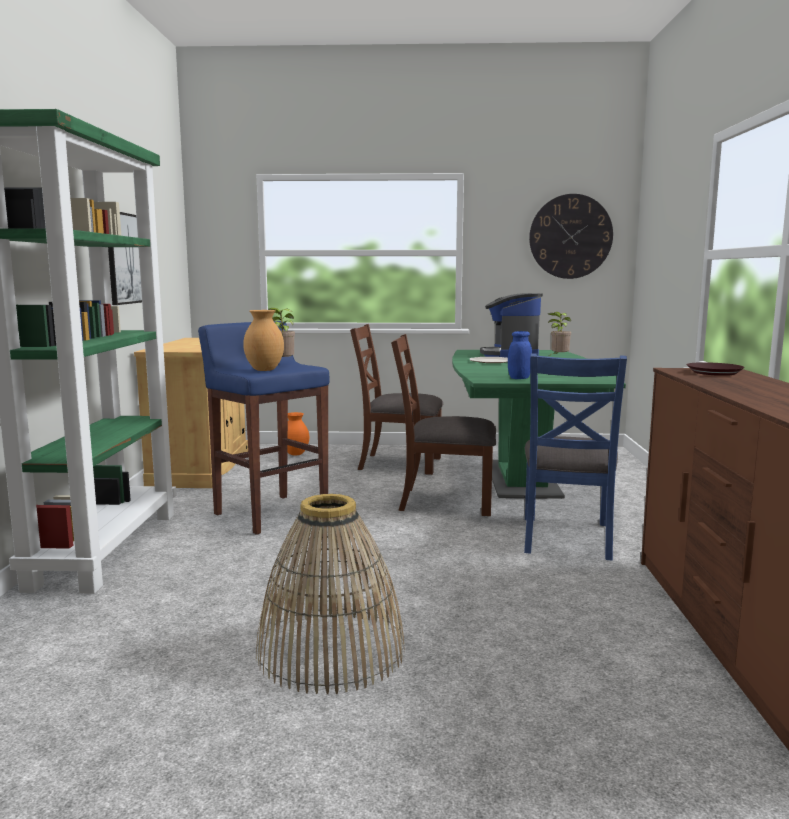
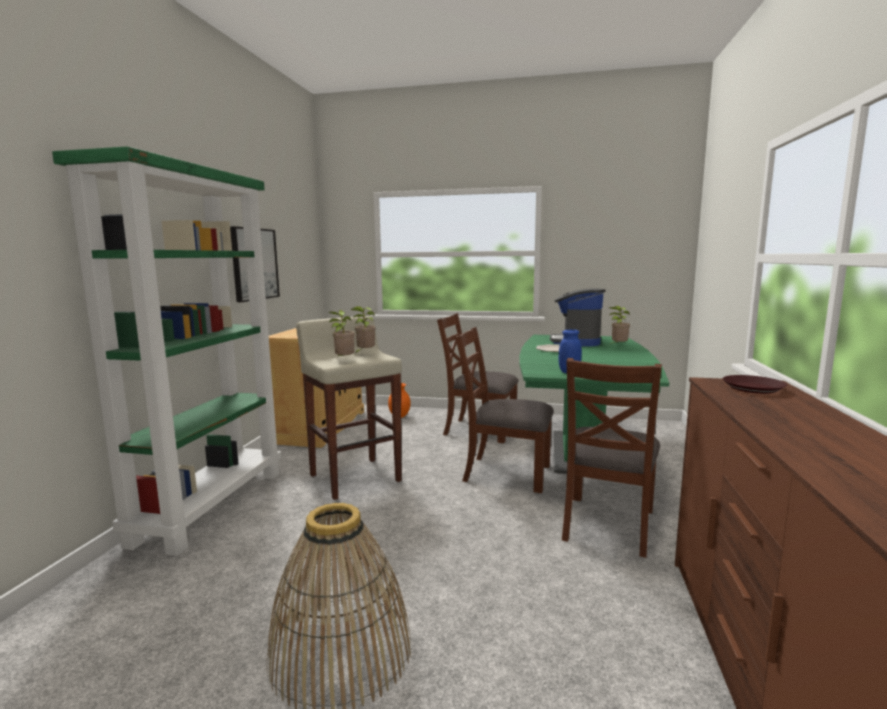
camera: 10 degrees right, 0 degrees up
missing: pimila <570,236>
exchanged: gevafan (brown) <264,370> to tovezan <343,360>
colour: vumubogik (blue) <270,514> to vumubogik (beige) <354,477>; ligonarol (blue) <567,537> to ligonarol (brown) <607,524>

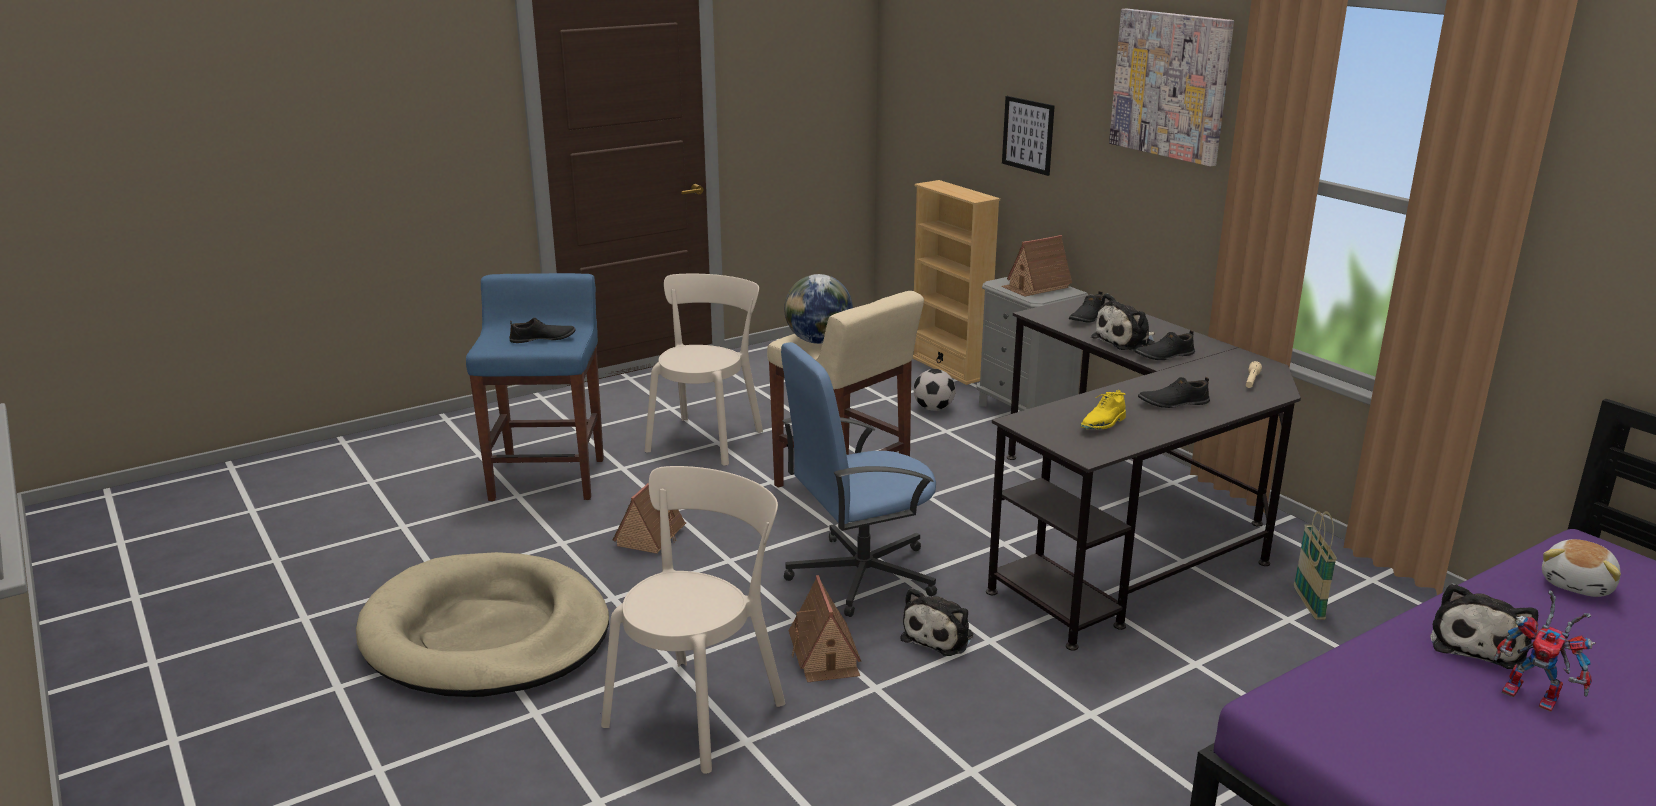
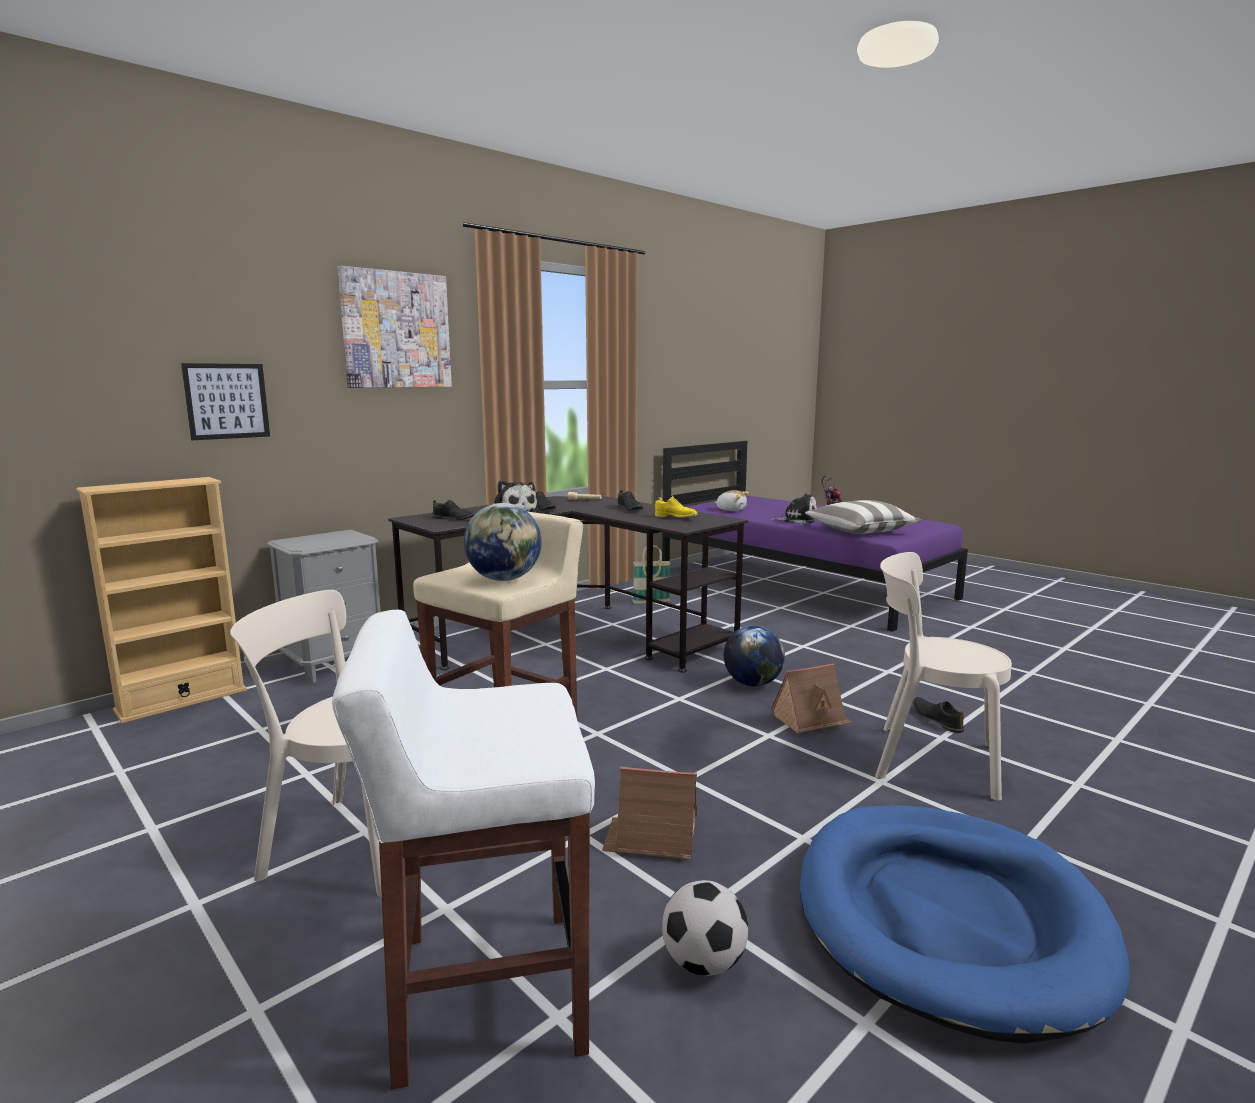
camera: 100 degrees left, 10 degrees down
missing: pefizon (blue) <860,575>; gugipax <1036,287>
appeared: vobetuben <860,531>
relocated: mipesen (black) <543,339> to <936,719>; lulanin <933,408> to <703,963>
exchanged: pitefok <940,636> to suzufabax <752,684>
colour: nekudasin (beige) <486,634> to nekudasin (blue) <948,918>; vumubogik (blue) <548,478> to vumubogik (white) <485,992>

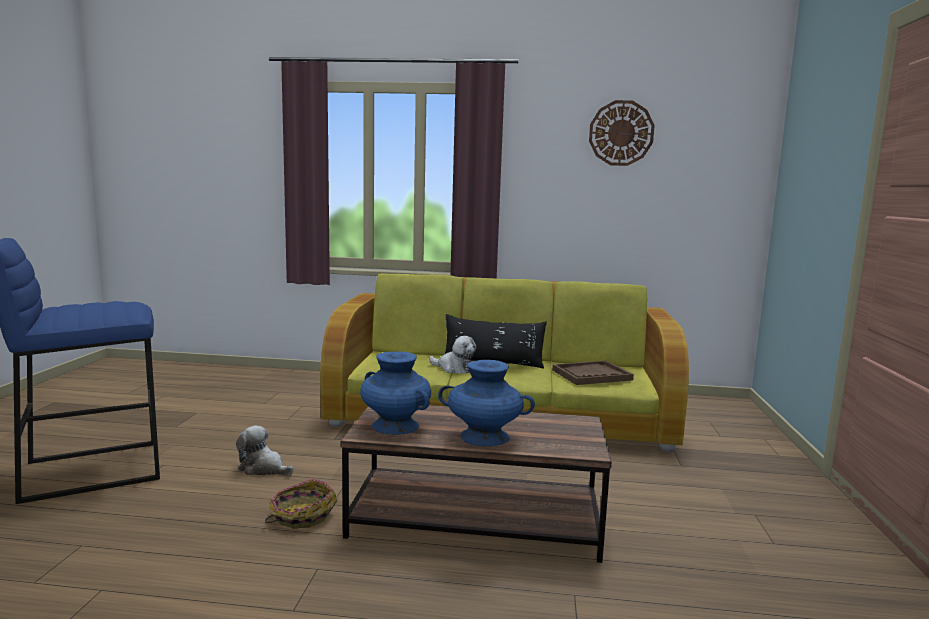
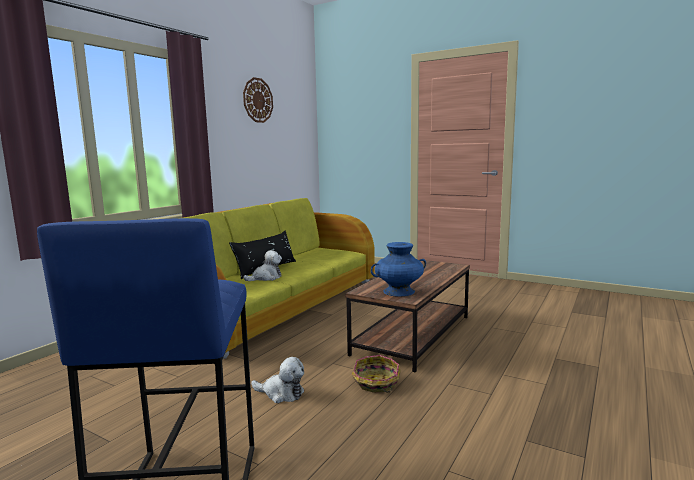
camera: 65 degrees left, 0 degrees up
missing: gevafan (blue) <484,437>; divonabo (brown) <591,375>
spun: pitefok <263,468> = <281,393> 120 degrees counterclockwise

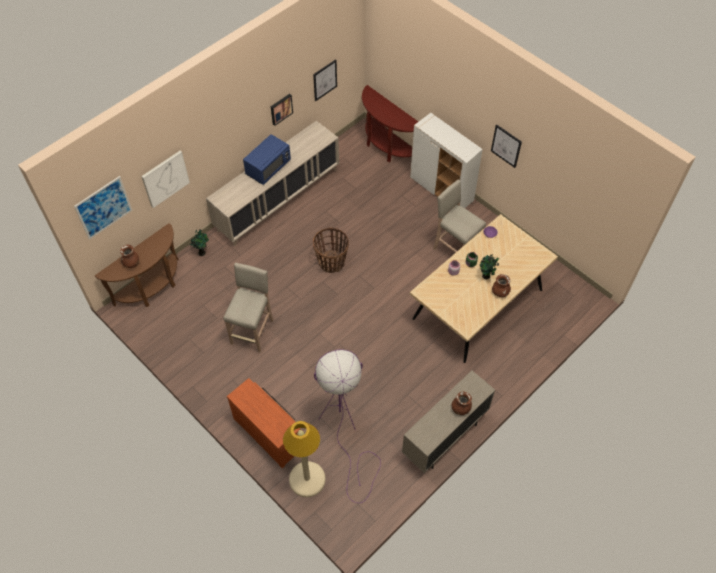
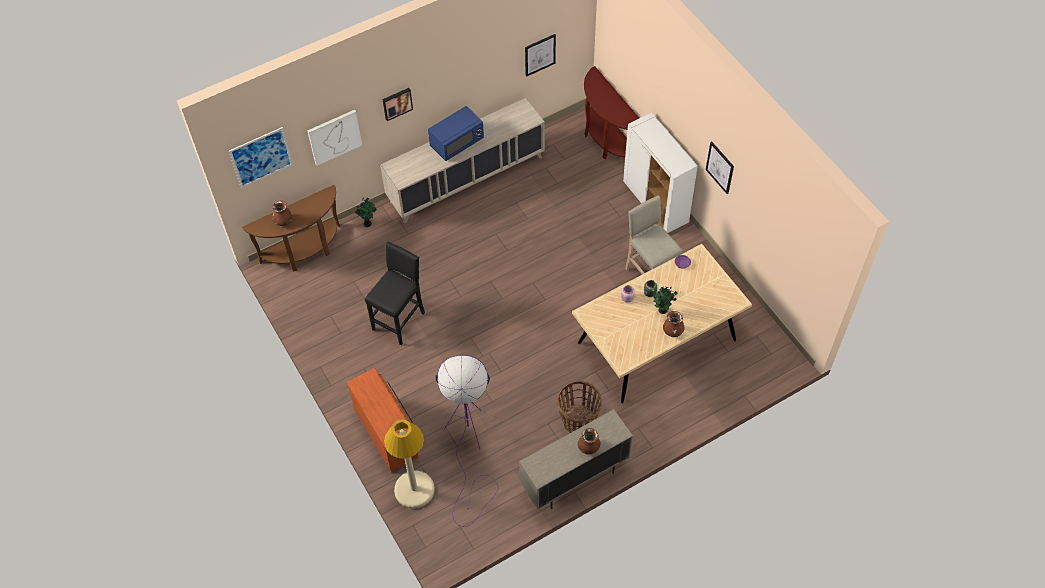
camera: 15 degrees right, 0 degrees up
relocated: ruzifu <281,109> to <397,103>; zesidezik <331,262> to <578,420>
colour: vumubogik (beige) <253,331> to vumubogik (black) <400,320>

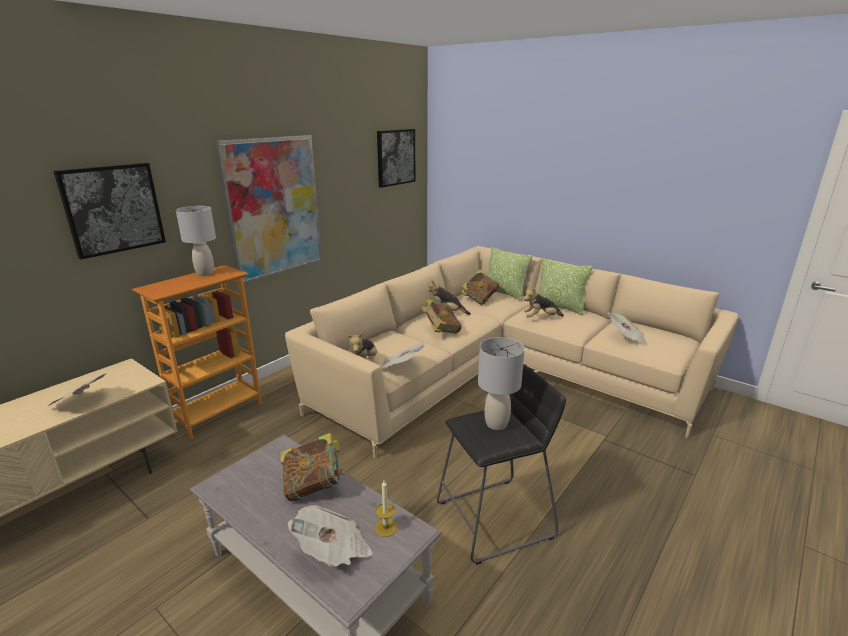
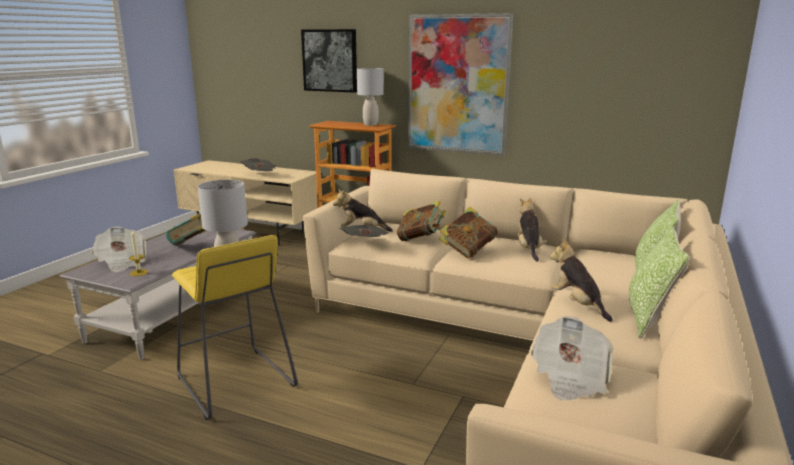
camera: 75 degrees right, 5 degrees down
missing: ruzifu <395,157>
relocated: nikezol <479,299> to <421,239>
colour: vumubogik (black) <494,519> to vumubogik (yellow) <235,382>

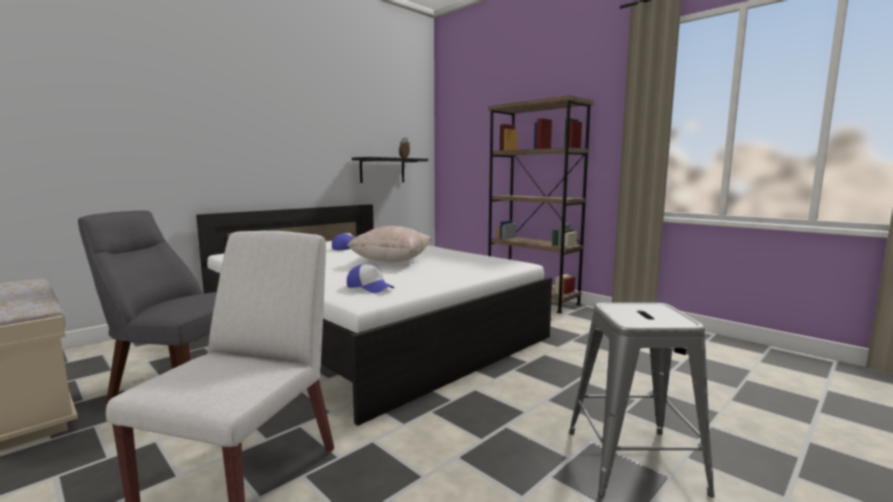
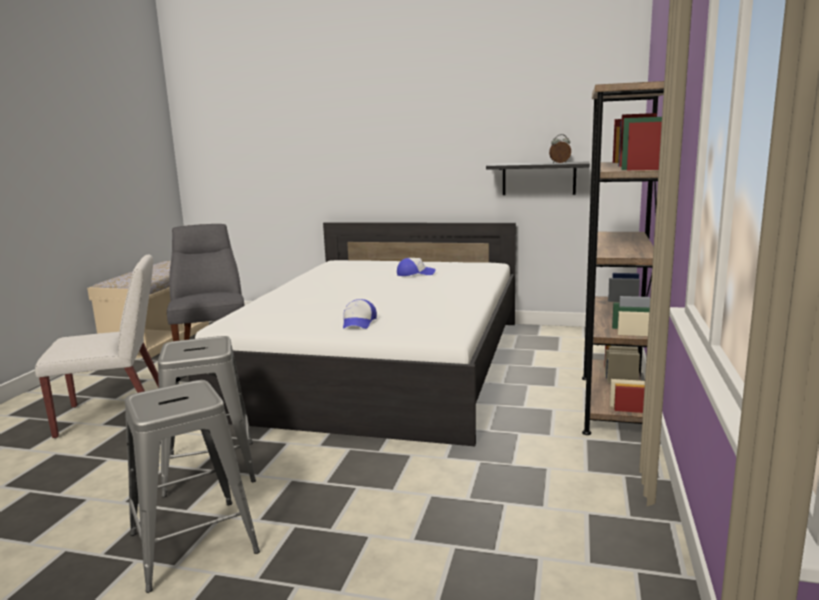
camera: 60 degrees right, 5 degrees up
missing: vobetuben (beige) <391,262>
appeared: vumubogik (grey) <210,468>
relocated: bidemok <370,287> to <359,323>

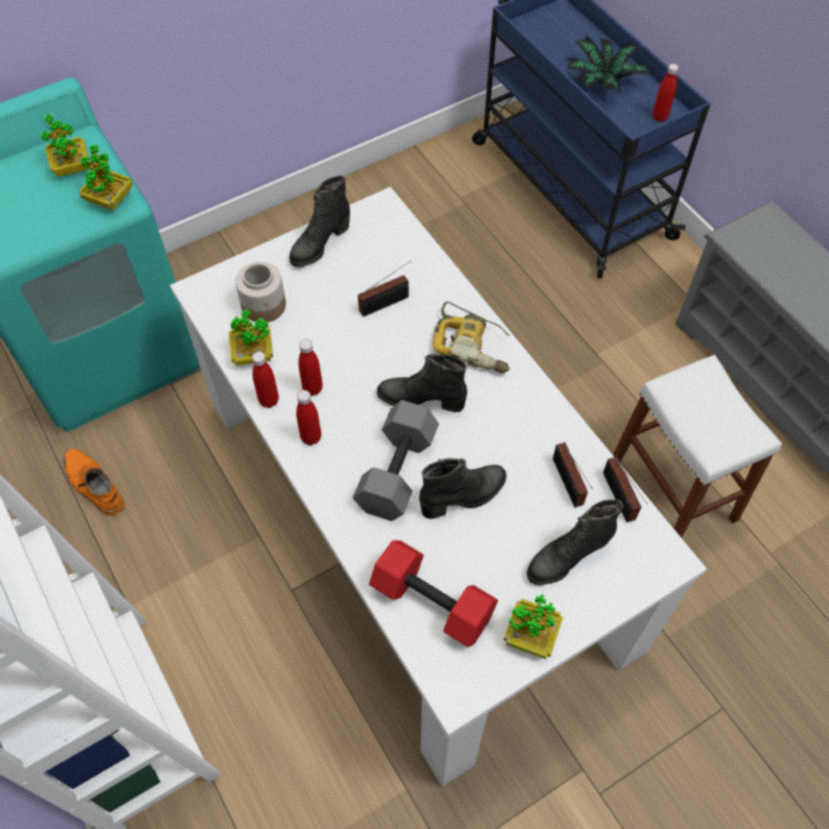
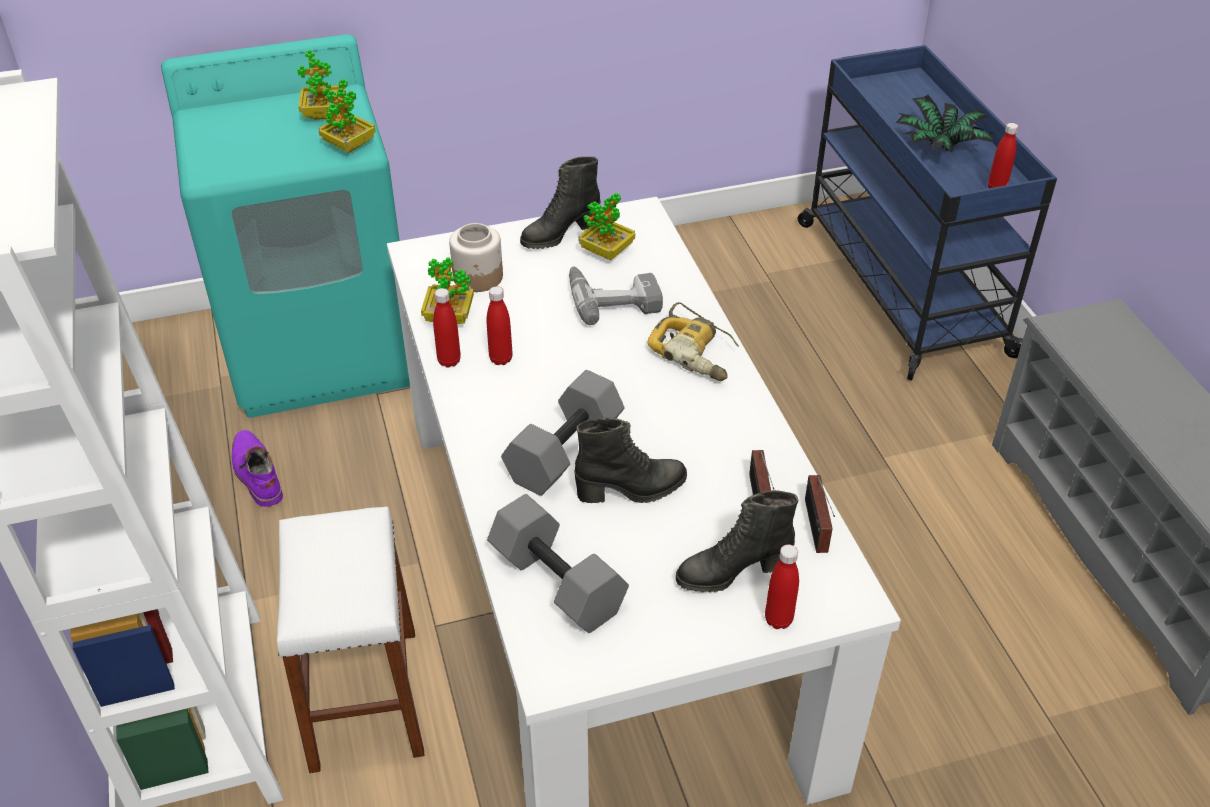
camera: 15 degrees right, 15 degrees down
missing: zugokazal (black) <421,399>
relocated: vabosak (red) <311,437> to <778,620>; tovezan <531,635> to <606,252>; vumubogik (white) <673,490> to <364,699>
exchanged: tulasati <387,303> to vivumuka <612,297>
colour: zugokazal (orange) <94,485> to zugokazal (purple) <256,474>; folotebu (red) <434,601> to folotebu (grey) <560,582>

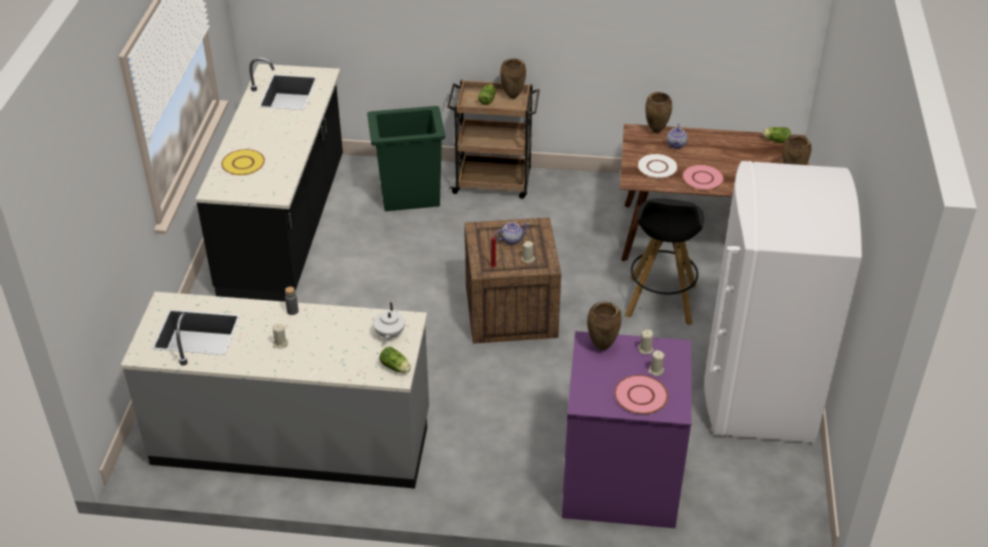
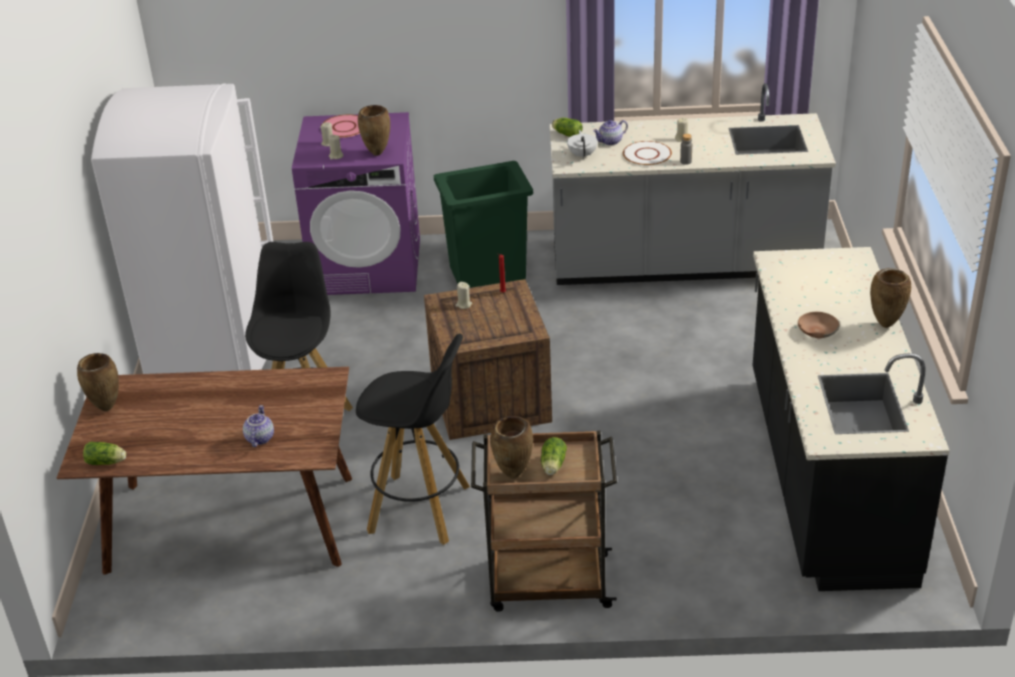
camera: 175 degrees right, 5 degrees down
missing: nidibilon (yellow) <243,163>; nidibilon (pink) <703,178>
appeared: vumubogik (black) <421,509>; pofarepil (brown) <816,330>
relocated: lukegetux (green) <409,196> to <488,274>; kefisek <511,239> to <610,142>; nidibilon (white) <657,167> to <646,154>; gevafan (brown) <655,131> to <886,324>

